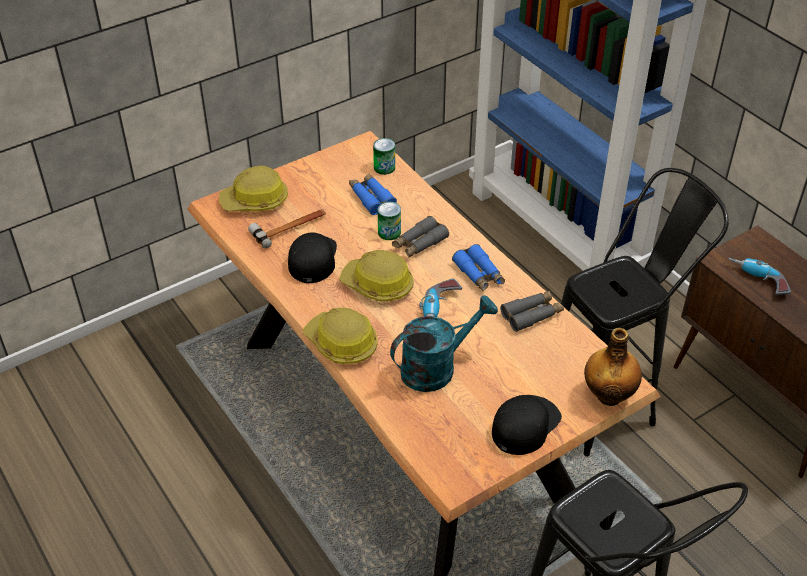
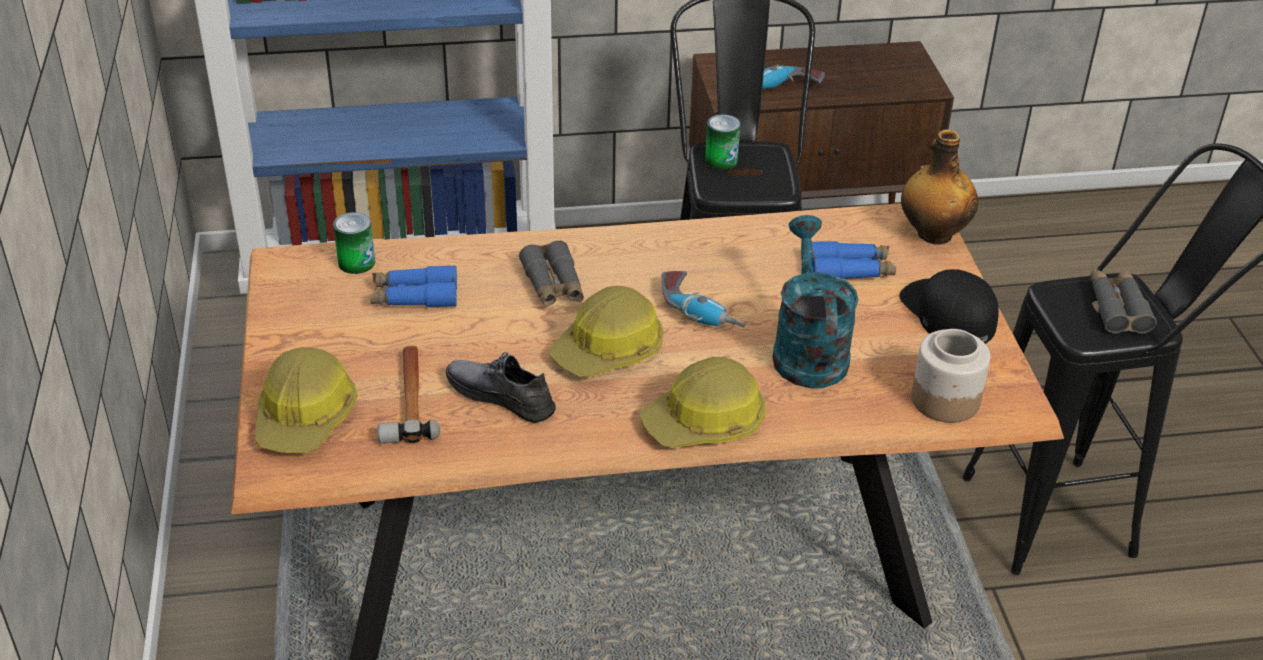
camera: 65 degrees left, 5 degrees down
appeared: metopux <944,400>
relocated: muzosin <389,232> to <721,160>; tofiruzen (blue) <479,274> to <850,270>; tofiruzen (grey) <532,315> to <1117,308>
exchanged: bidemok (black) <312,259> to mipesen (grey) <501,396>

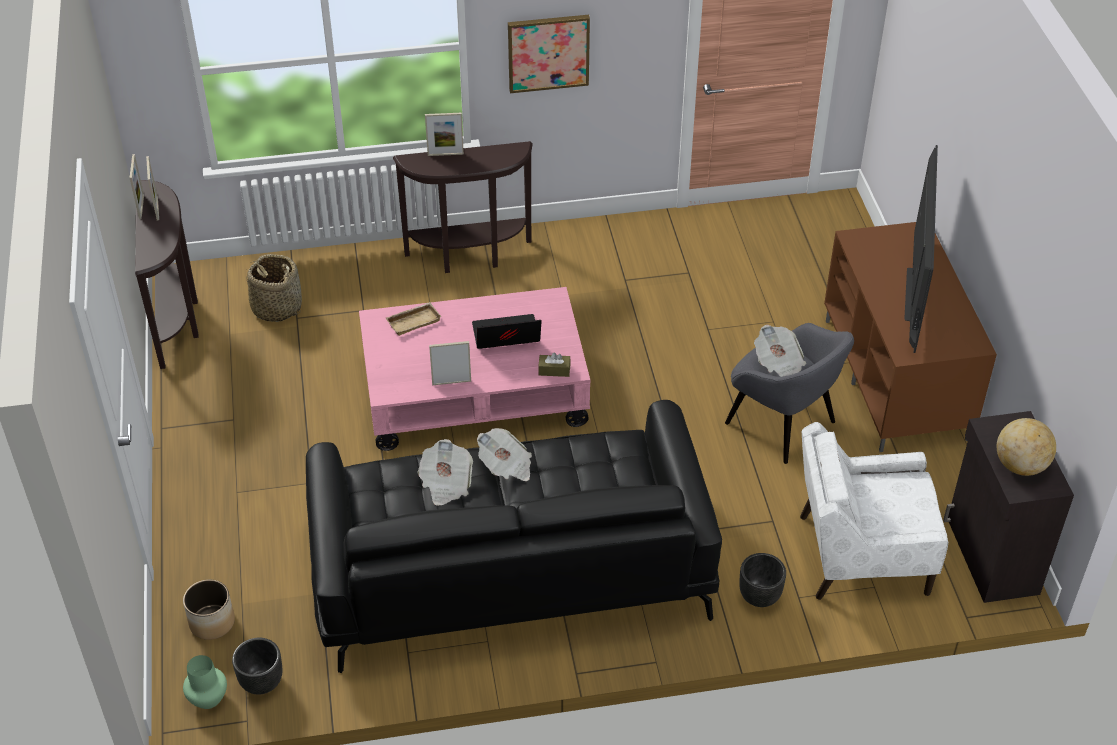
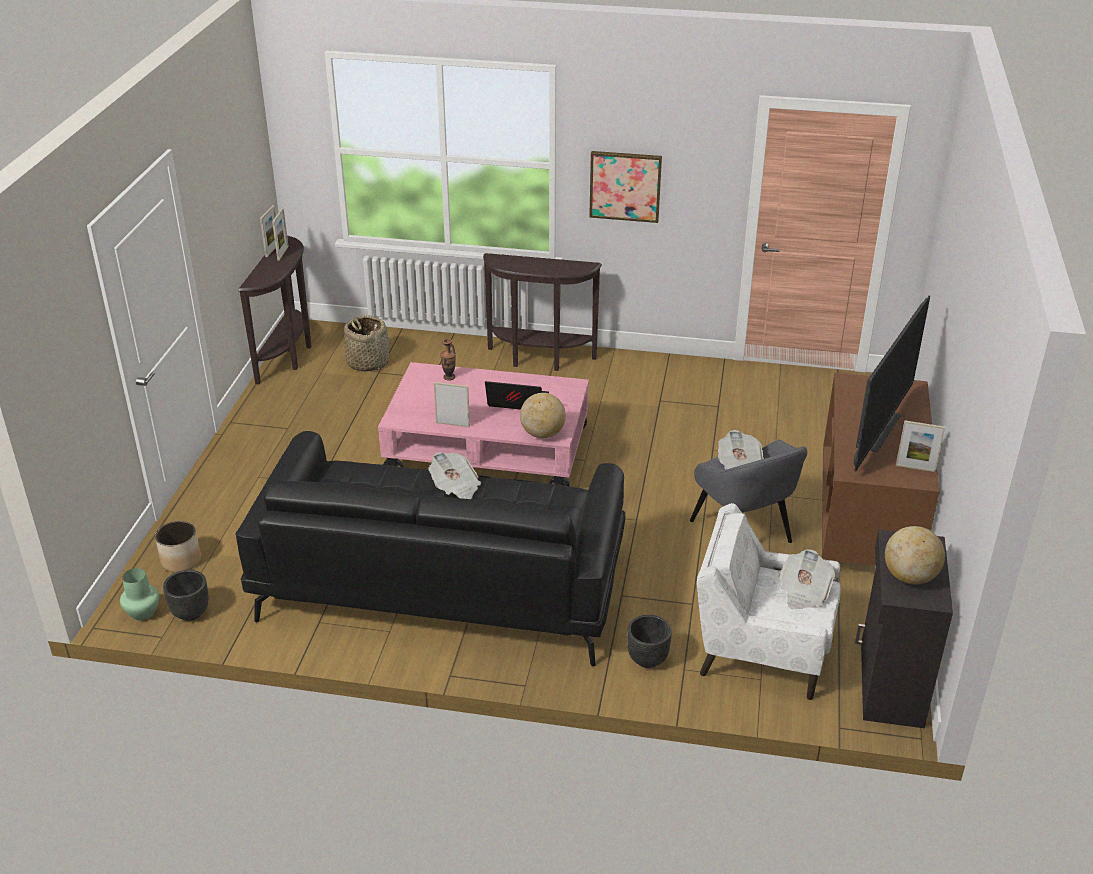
camera: 20 degrees right, 10 degrees down
relocated: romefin <446,483> to <803,592>; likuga <445,154> to <915,468>
exchanged: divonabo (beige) <413,321> to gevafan <449,377>; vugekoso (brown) <554,370> to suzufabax <543,434>

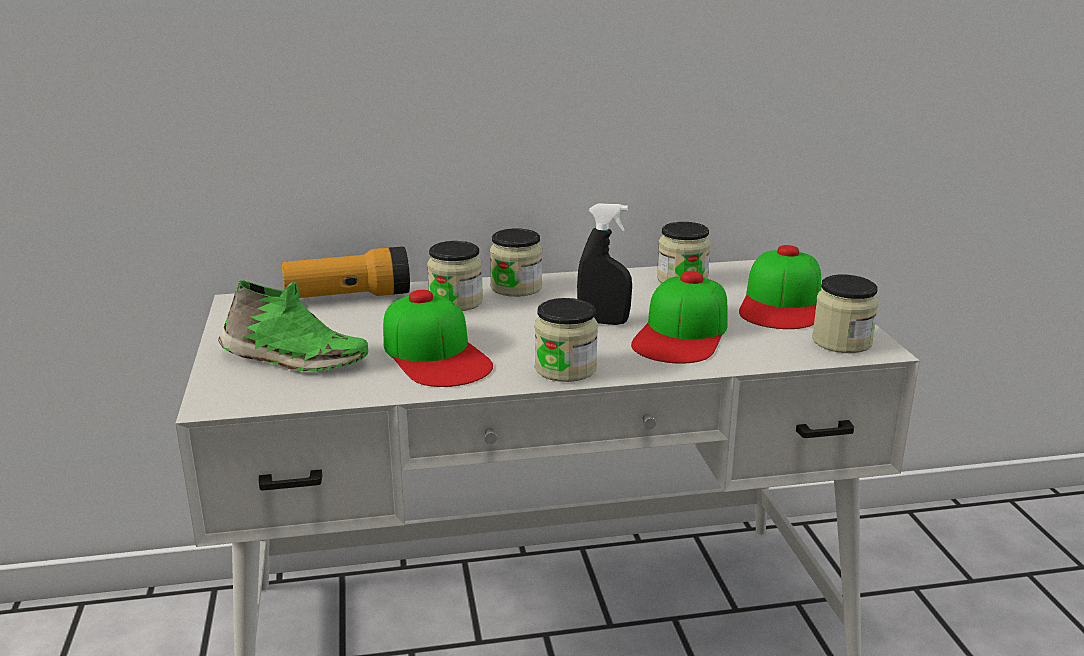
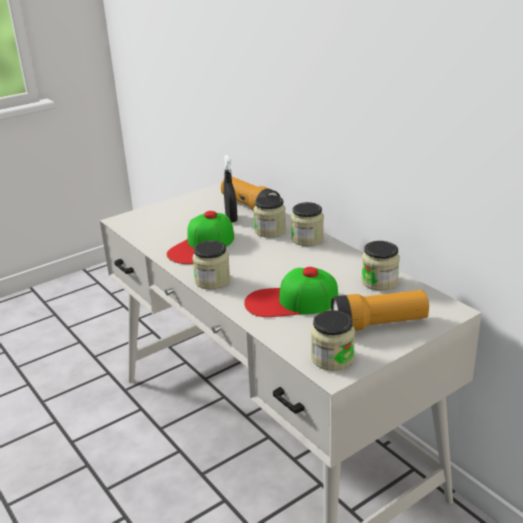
camera: 65 degrees right, 5 degrees up
missing: mipesen (green) <293,359>
relocated: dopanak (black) <603,322> to <231,218>
exchanged: bidemok <781,303> to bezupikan <378,324>

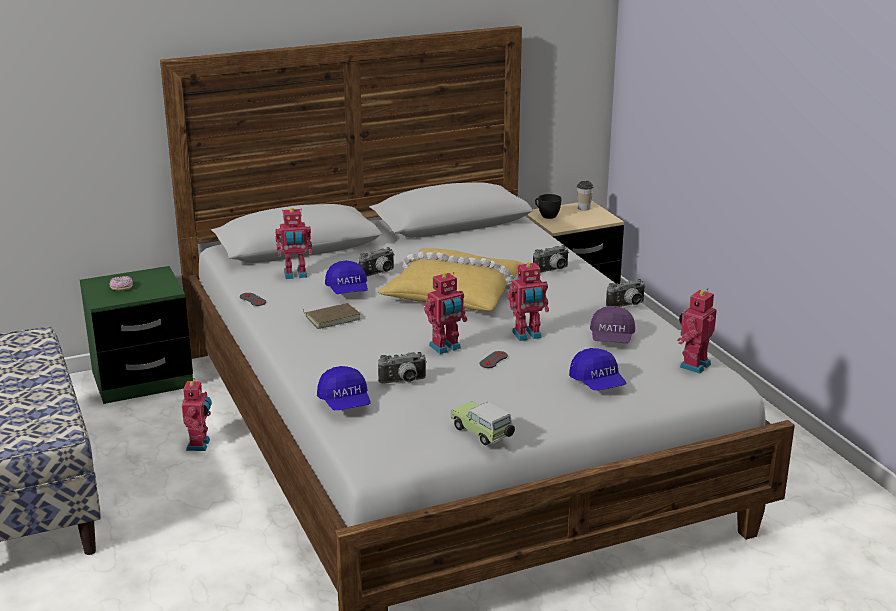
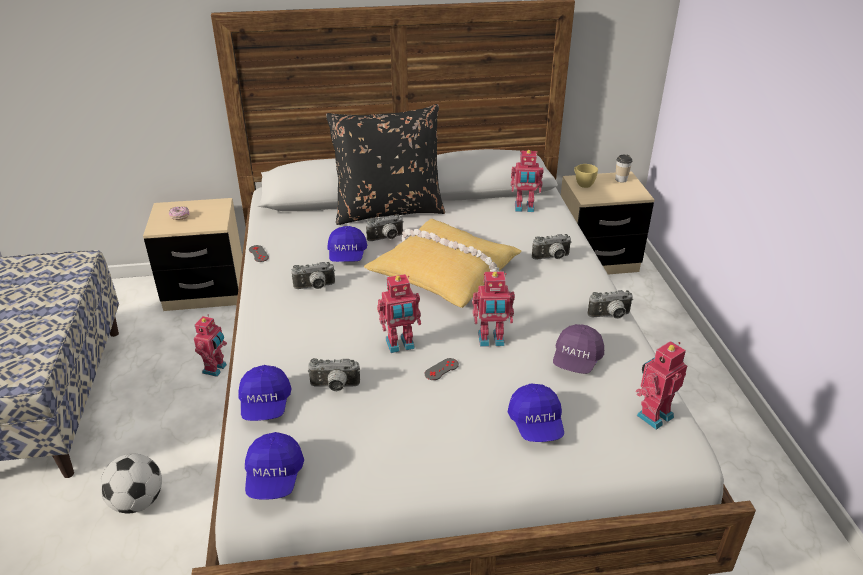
camera: 15 degrees right, 10 degrees up
missing: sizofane <483,434>
appeared: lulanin <137,502>; bidemok (blue) <274,477>; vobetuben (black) <388,210>
relocated: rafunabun <295,275> to <524,208>
exchanged: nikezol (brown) <332,318> to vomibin <315,287>
colour: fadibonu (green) <142,380> to fadibonu (beige) <205,291>; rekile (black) <546,215> to rekile (yellow) <582,184>

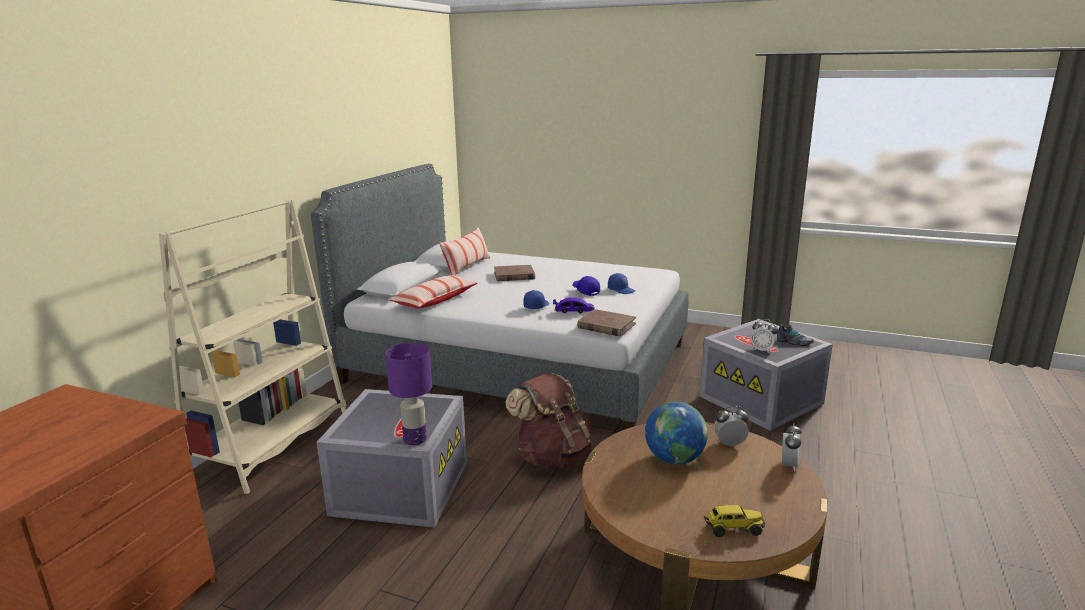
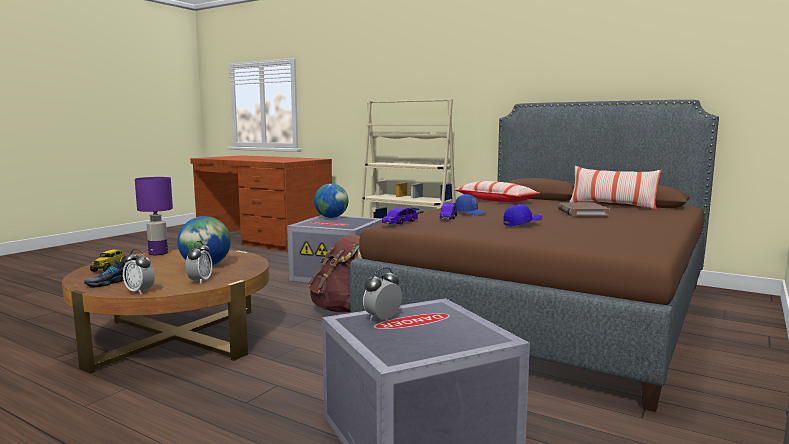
camera: 100 degrees right, 10 degrees down
missing: bidemok (blue) <621,290>
appeared: suzufabax <331,217>
relocated: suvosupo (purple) <415,439> to <158,253>; mipesen <793,342> to <109,283>
exchanged: nikezol (brown) <606,326> to sizofane <400,222>
colour: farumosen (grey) <517,362> to farumosen (brown) <549,308>

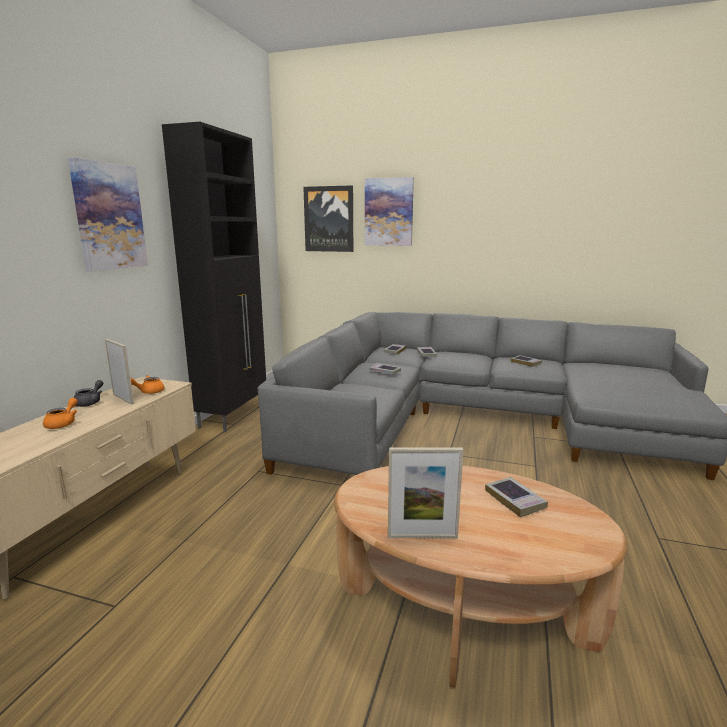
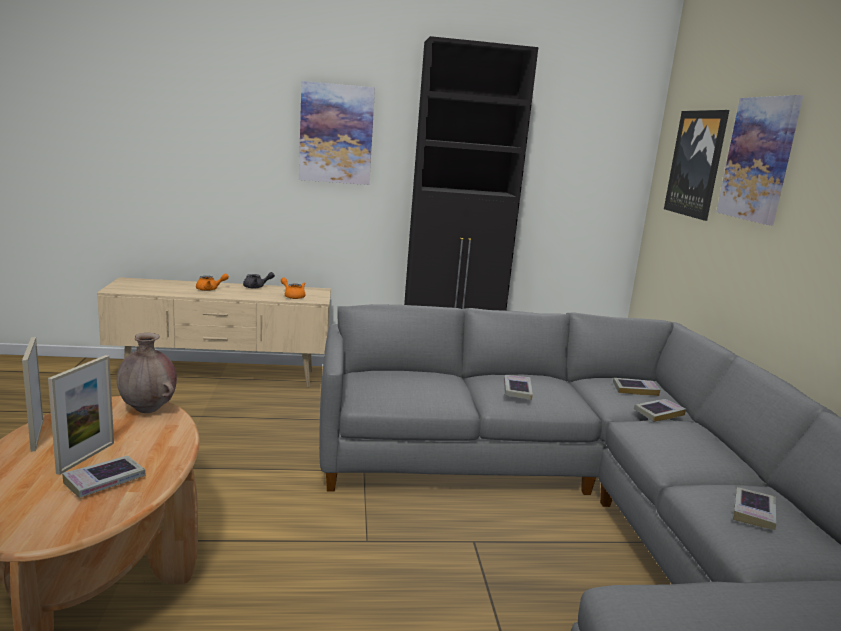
camera: 65 degrees right, 0 degrees up
appeared: gevafan (brown) <148,409>
relocated: likuga <123,399> to <86,457>

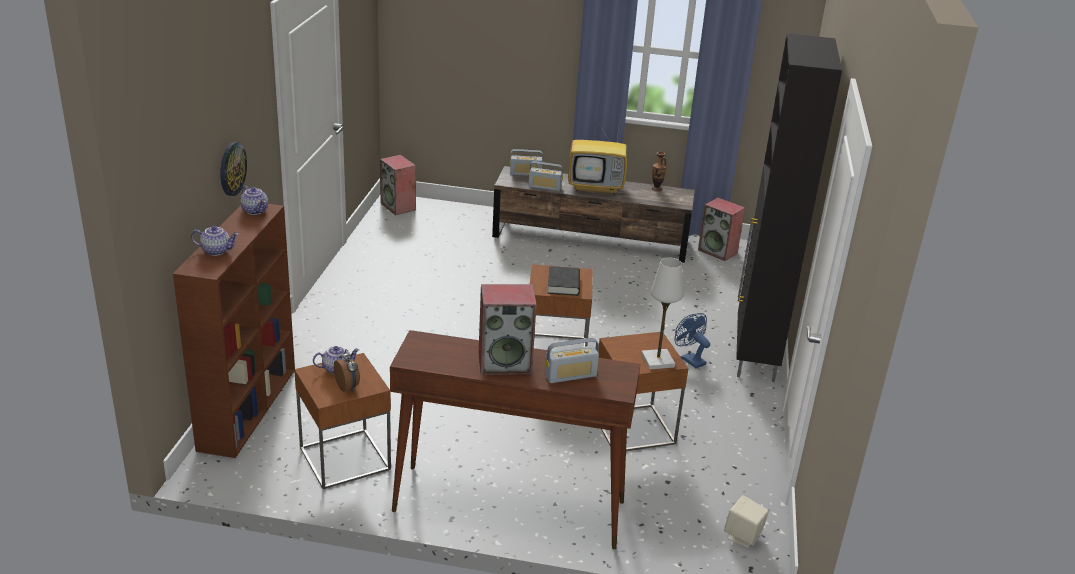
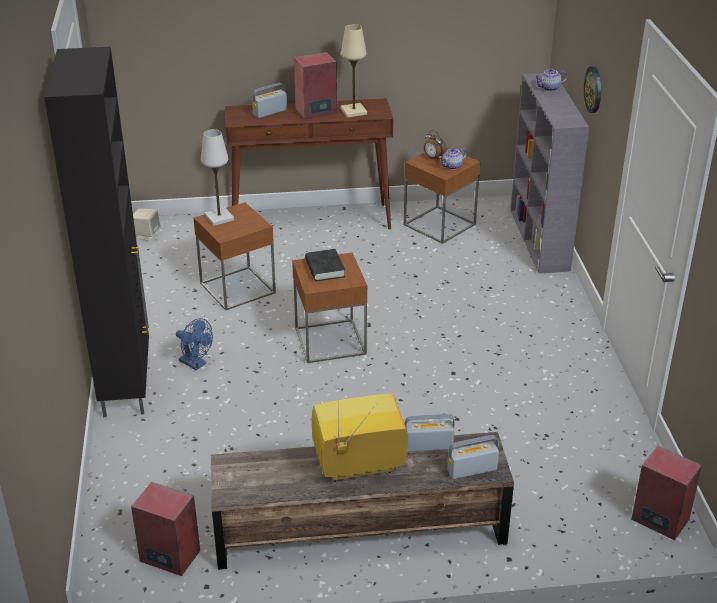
camera: 165 degrees right, 5 degrees up
missing: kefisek <255,211>; gevafan <656,188>
appeared: suvosupo (beige) <353,111>
colour: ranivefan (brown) <248,407> to ranivefan (grey) <539,240>

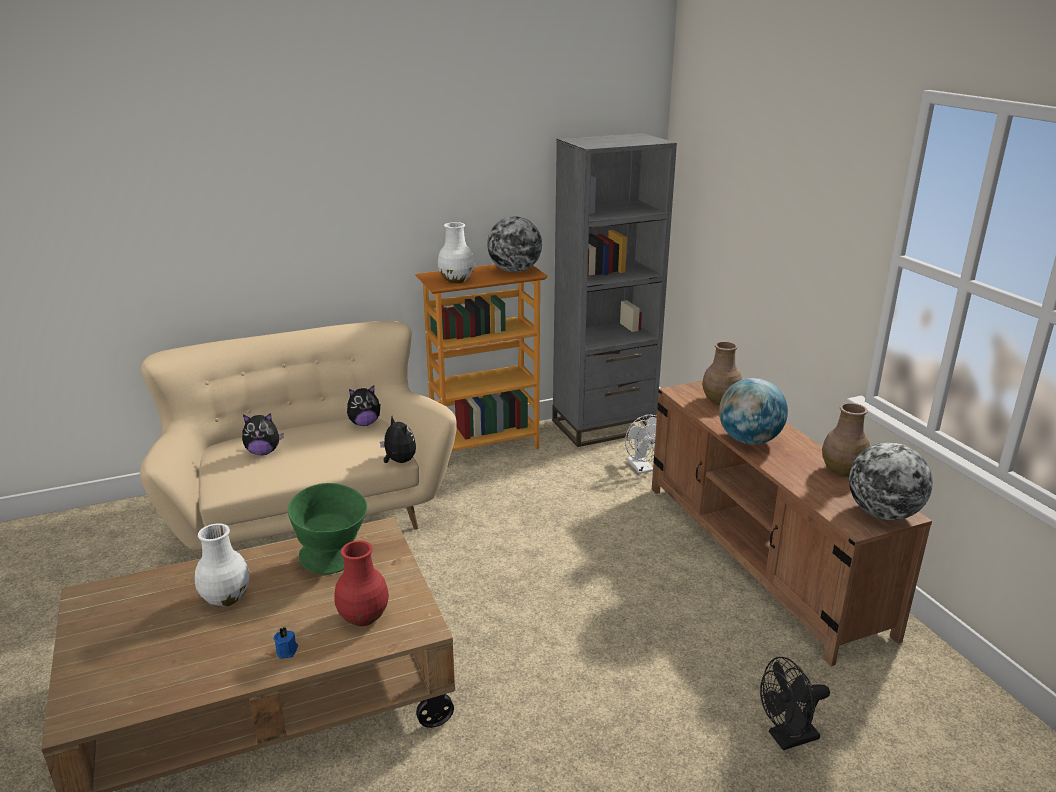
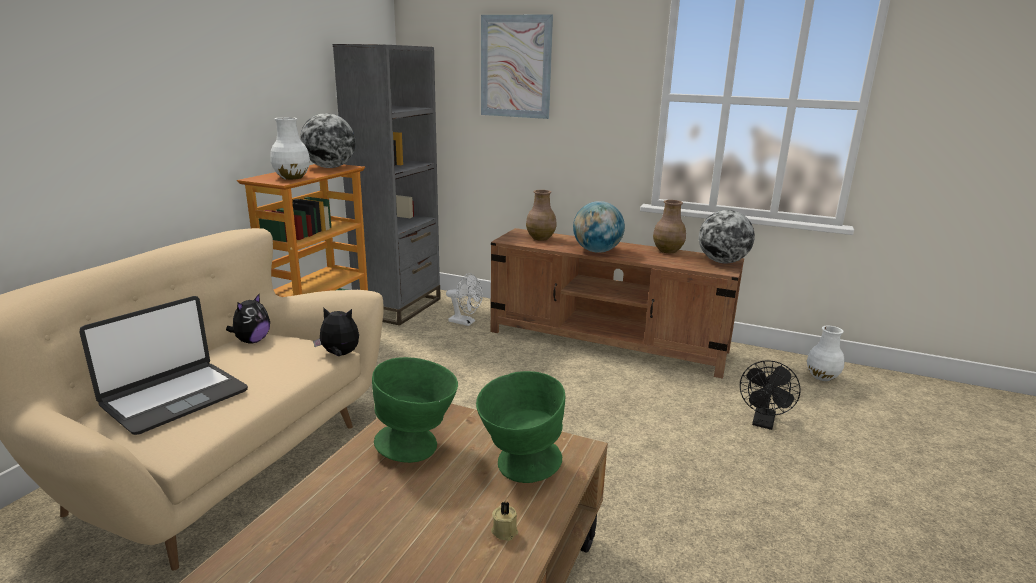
camera: 45 degrees left, 5 degrees down
appeared: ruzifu <515,67>
relocated: gevafan (white) <225,599> to <822,377>
exchanged: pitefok <263,452> to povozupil <174,398>; gevafan (red) <363,616> to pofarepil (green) <518,468>
colour: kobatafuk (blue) <287,651> to kobatafuk (beige) <504,530>

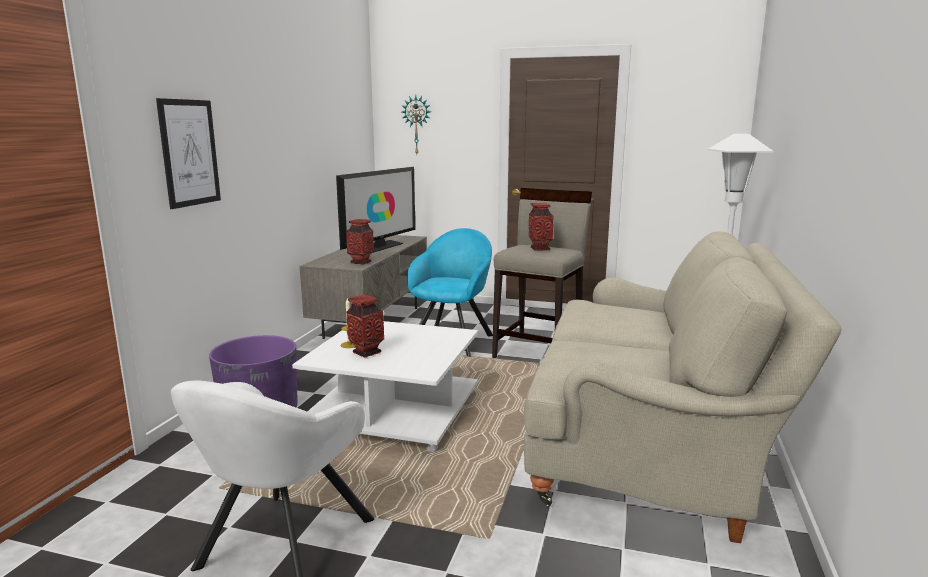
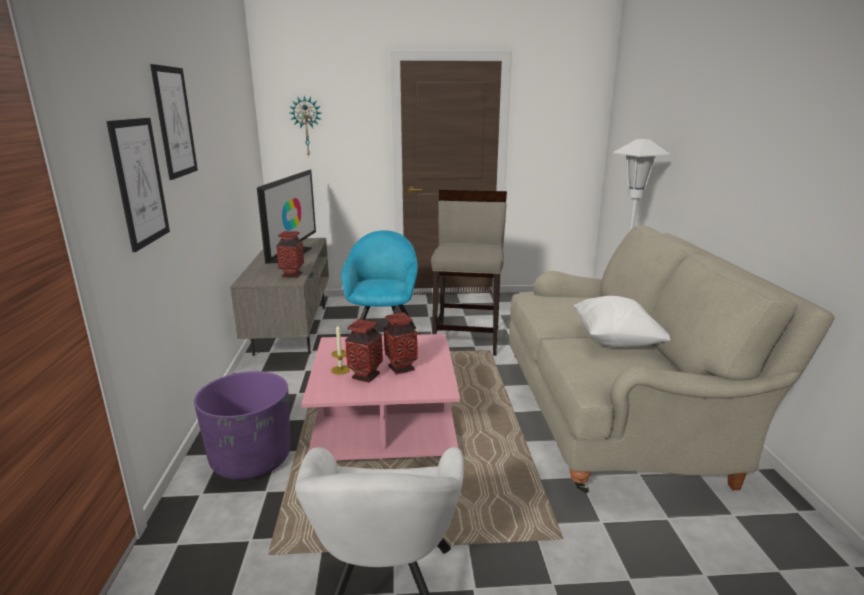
camera: 20 degrees left, 5 degrees up
appeared: ruzifu <174,122>; vobetuben (white) <615,341>
relocated: gevafan <540,248> to <401,368>
colour: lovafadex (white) <395,413> to lovafadex (pink) <386,427>

